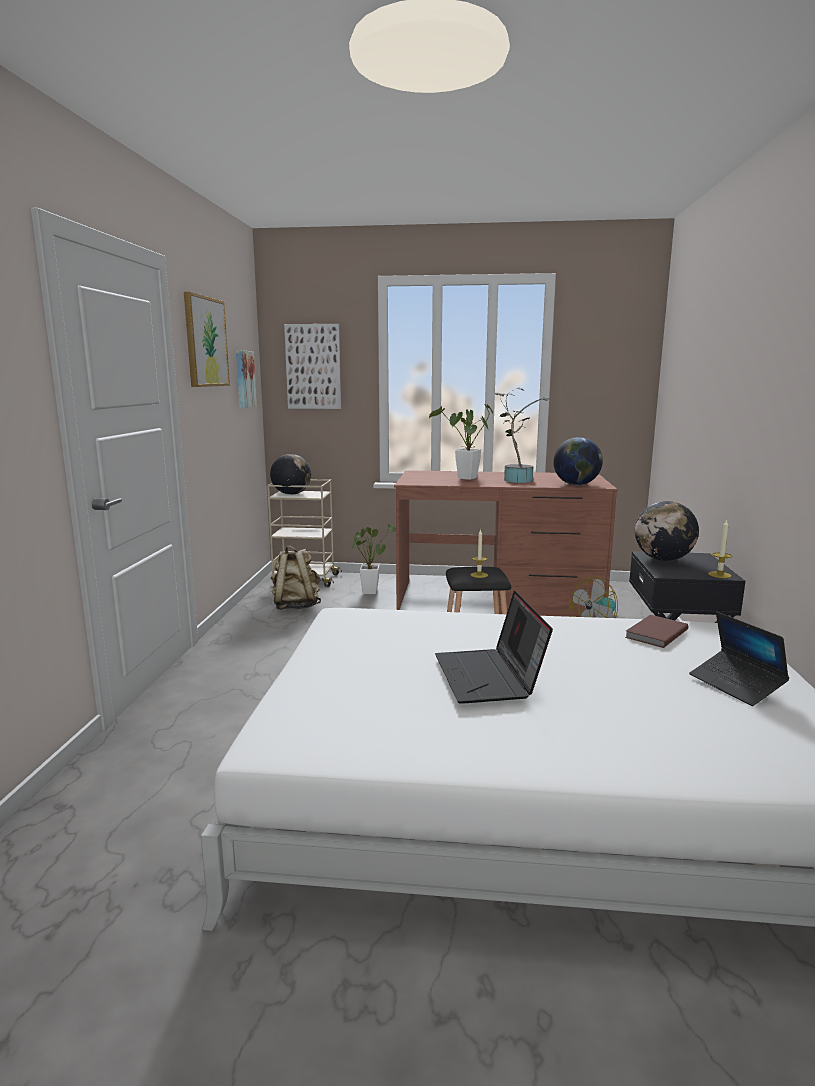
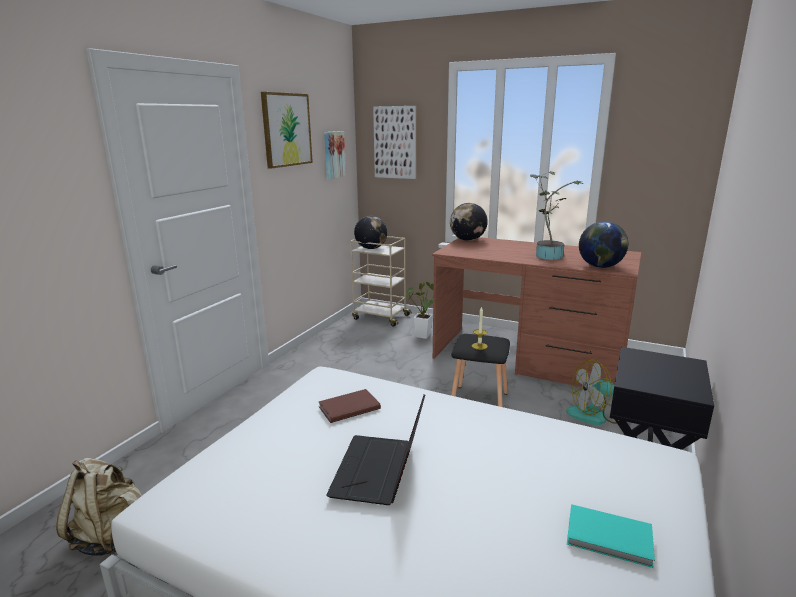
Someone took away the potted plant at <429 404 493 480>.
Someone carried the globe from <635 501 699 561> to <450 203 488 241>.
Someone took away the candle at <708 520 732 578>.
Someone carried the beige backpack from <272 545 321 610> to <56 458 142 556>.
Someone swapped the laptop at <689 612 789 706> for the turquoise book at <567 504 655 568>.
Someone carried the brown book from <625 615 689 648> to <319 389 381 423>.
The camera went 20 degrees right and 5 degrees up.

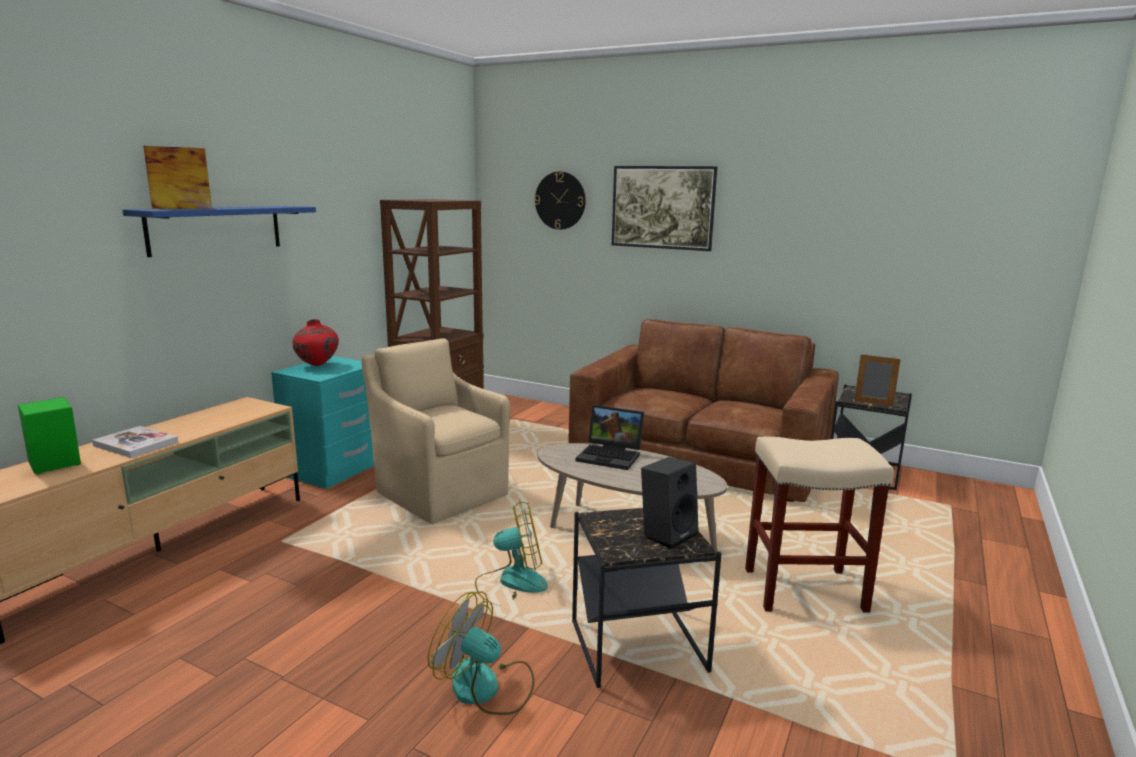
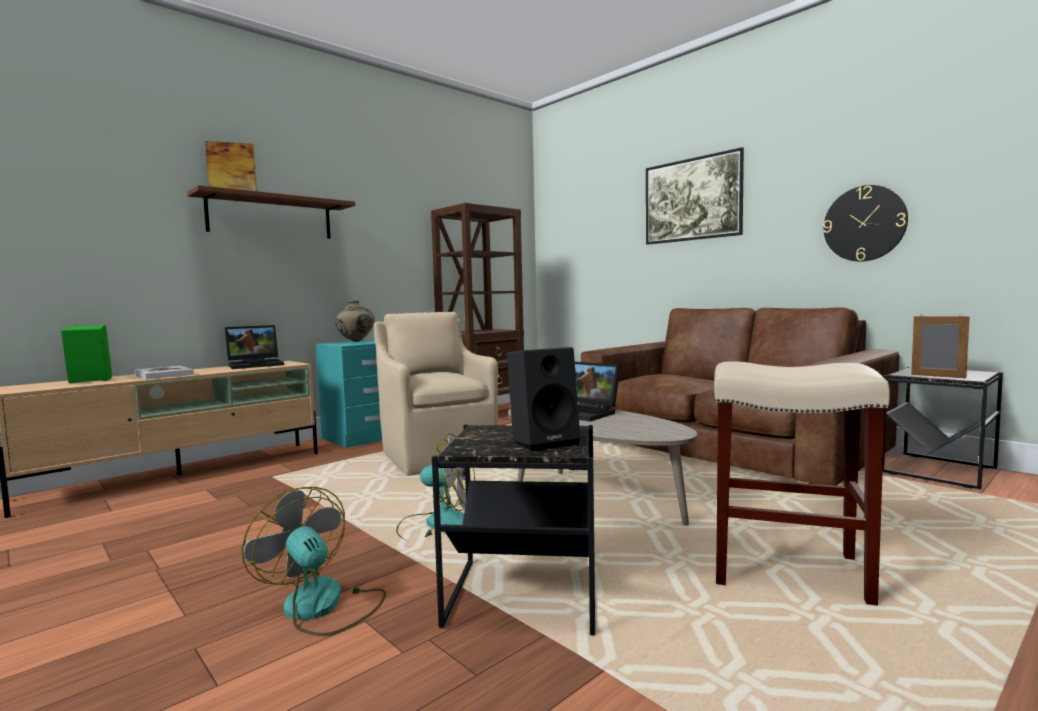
Someone carried the wall clock from <534 172 586 230> to <823 185 908 262>.
Someone repainted the blue shelf at <122 206 316 257>, which became the brown shelf at <187 185 355 239>.
Someone repainted the red vase at <292 319 339 366>, which became the beige vase at <335 301 375 342>.
Someone put down the laptop at <225 325 284 369>.
The camera went 20 degrees right and 10 degrees down.

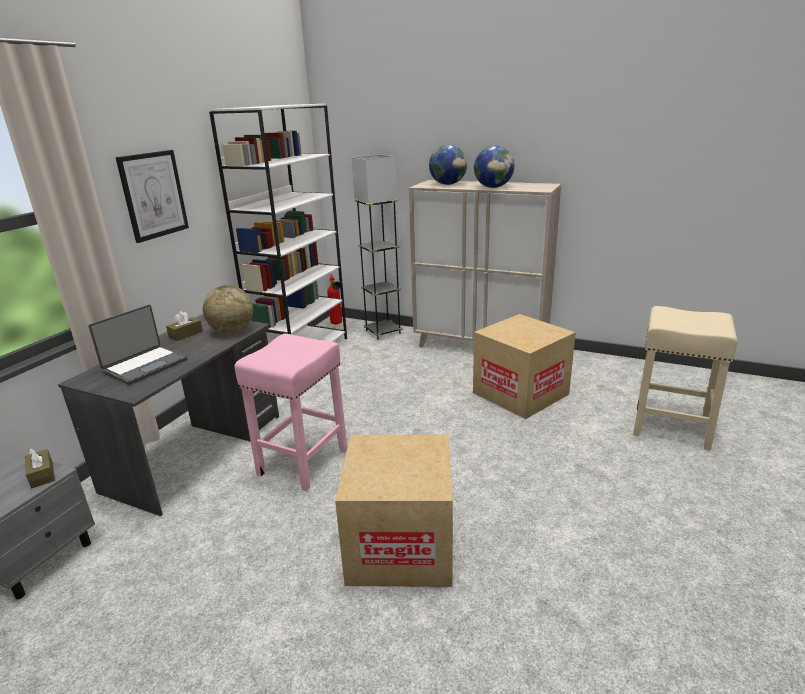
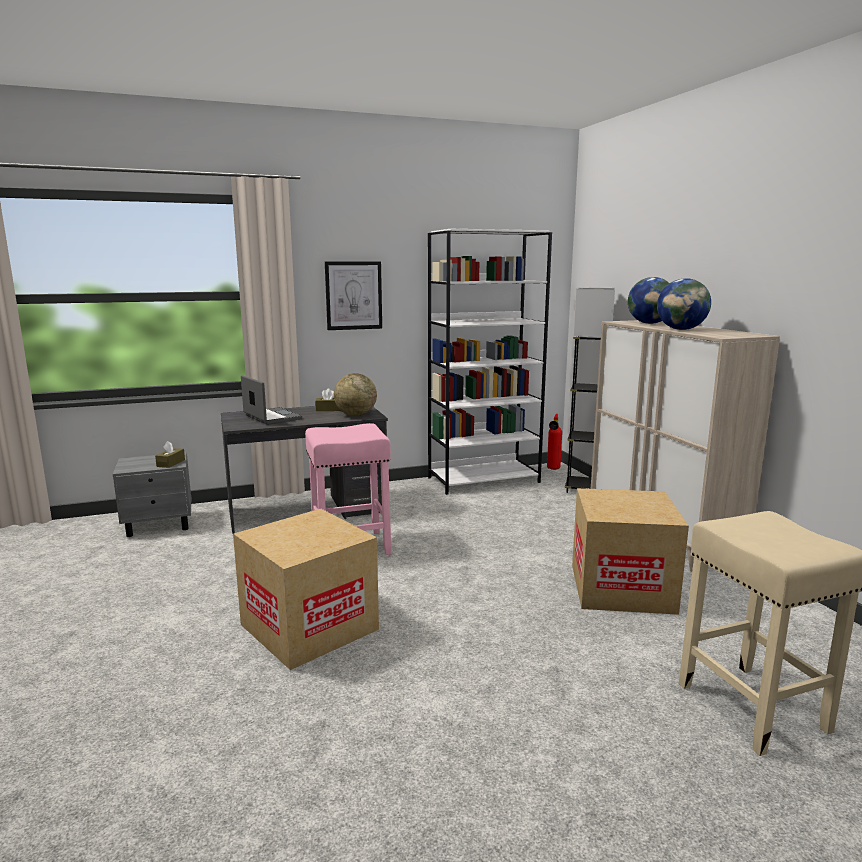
Someone rotated the laptop at <88 305 187 385> by 120 degrees counterclockwise.
The camera went 45 degrees right and 10 degrees down.

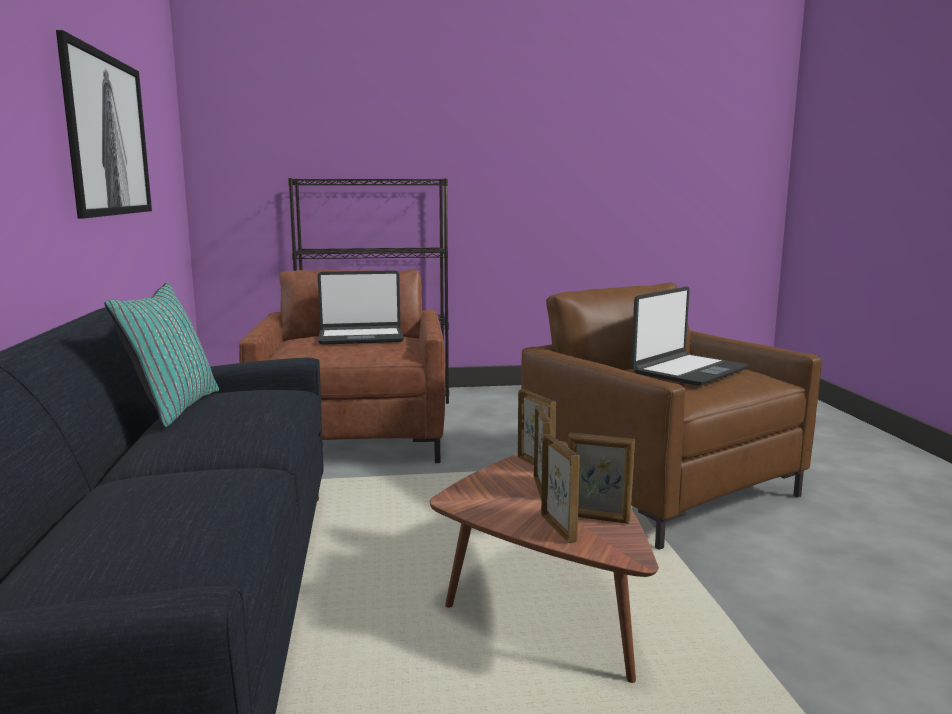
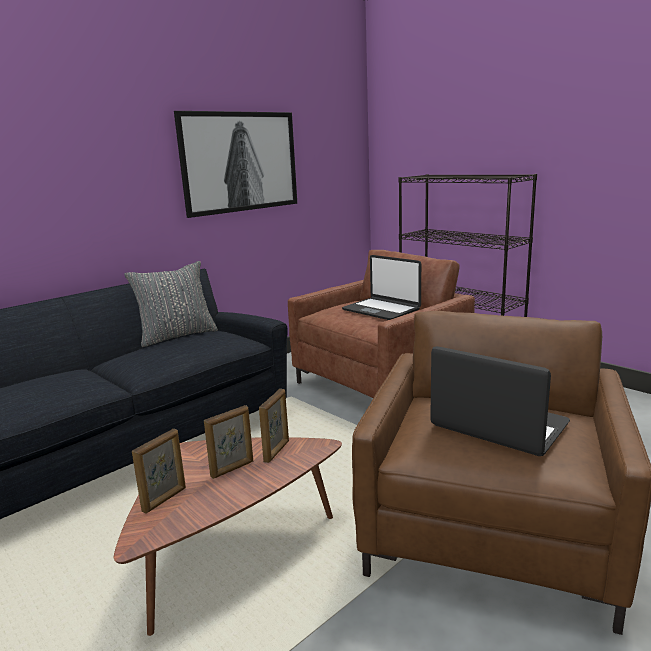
Someone repainted the turquoise pillow at <104 282 219 427>, which became the grey pillow at <124 261 218 347>.
Someone rotated the laptop at <631 287 749 386> by 150 degrees counterclockwise.
Someone took away the picture frame at <568 432 635 524>.
The camera went 55 degrees right and 5 degrees up.

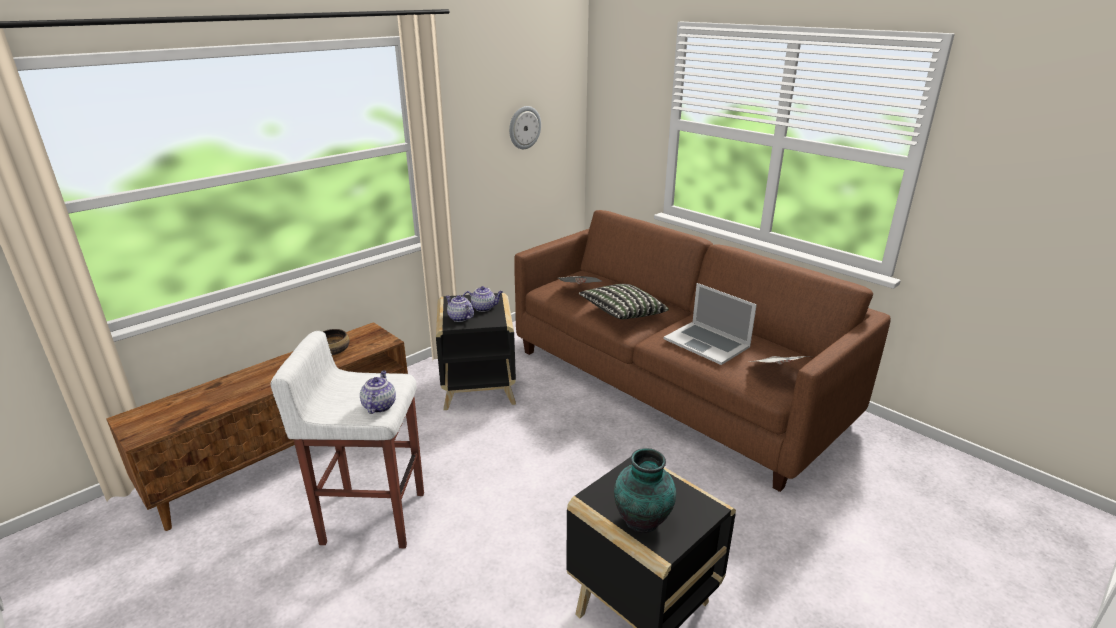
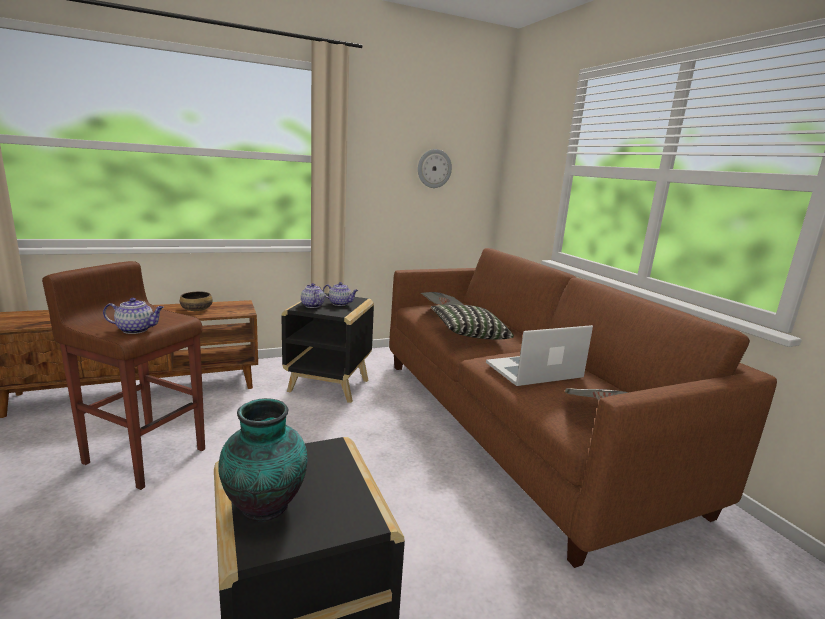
Someone rotated the laptop at <664 283 757 365> by 90 degrees clockwise.
Someone repainted the white stool at <271 331 424 549>, which became the brown stool at <42 261 205 490>.
Someone rotated the teapot at <360 371 396 414> by 60 degrees clockwise.
The camera went 20 degrees right and 10 degrees down.

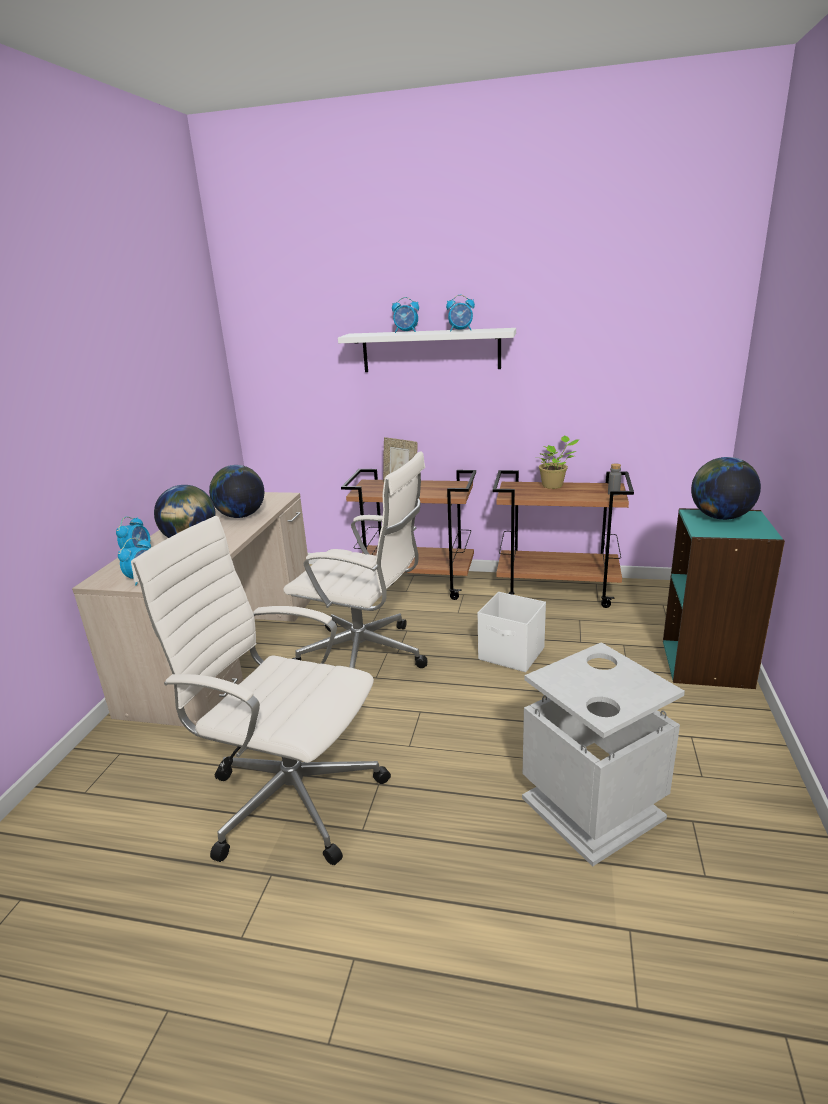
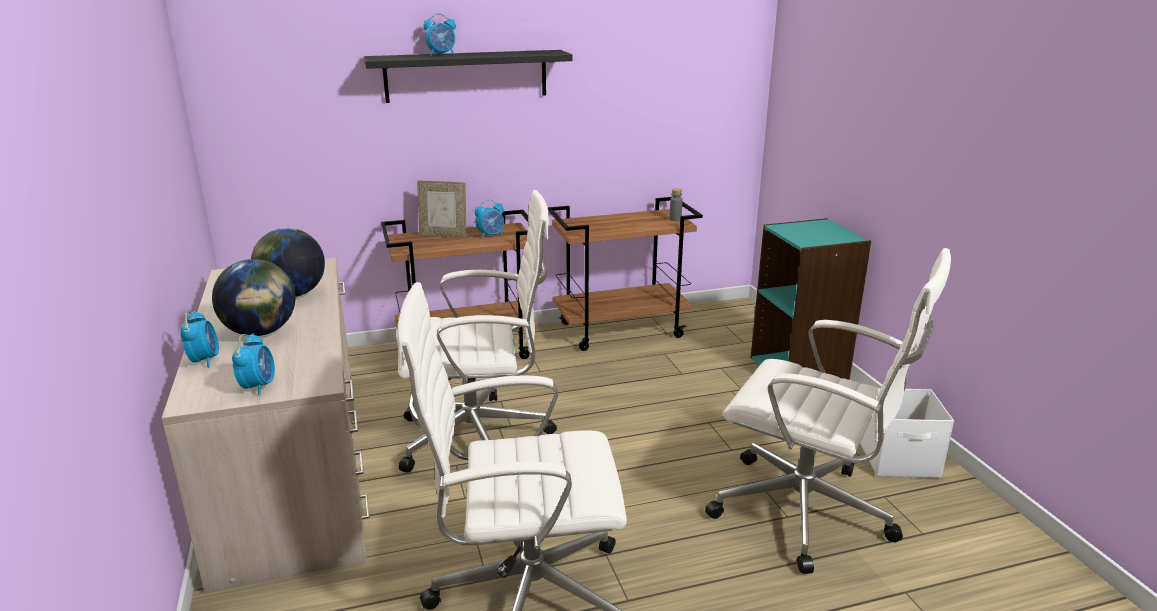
Someone carried the alarm clock from <446 295 475 331> to <474 200 504 239>.
Someone repainted the white shelf at <338 328 516 372>, which became the black shelf at <363 50 572 103>.
Someone took away the potted plant at <539 436 579 489>.
Someone took away the globe at <691 457 761 520>.
Someone carried the white storage box from <478 592 546 672> to <860 389 954 478>.
Someone swapped the grey trash can at <522 642 685 867> for the white office chair at <705 248 951 574>.
The camera went 30 degrees left and 0 degrees up.

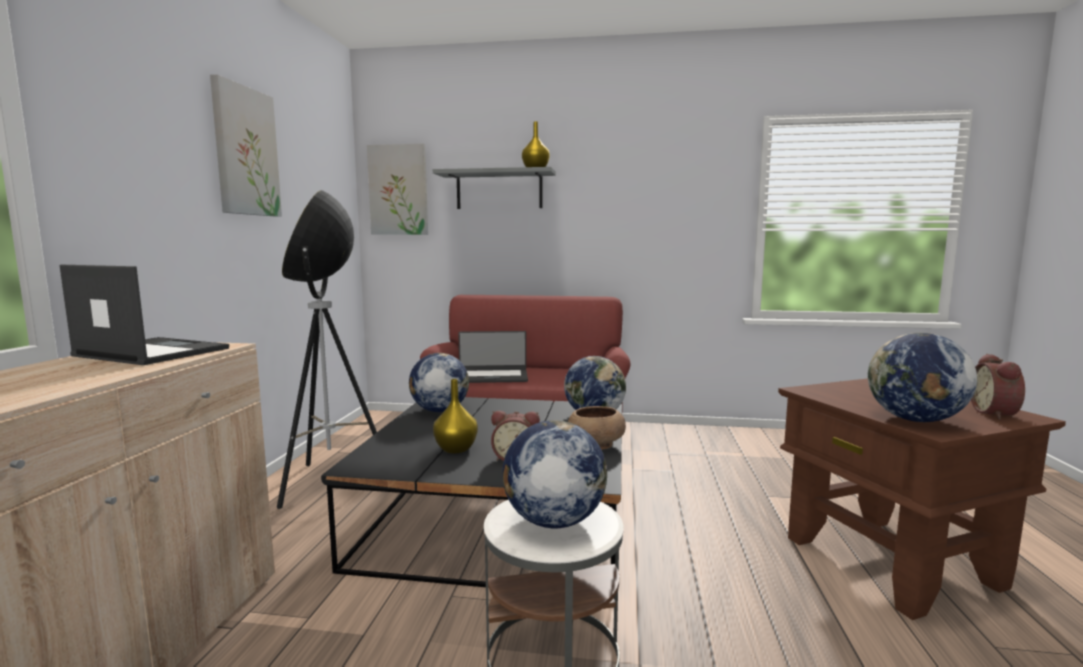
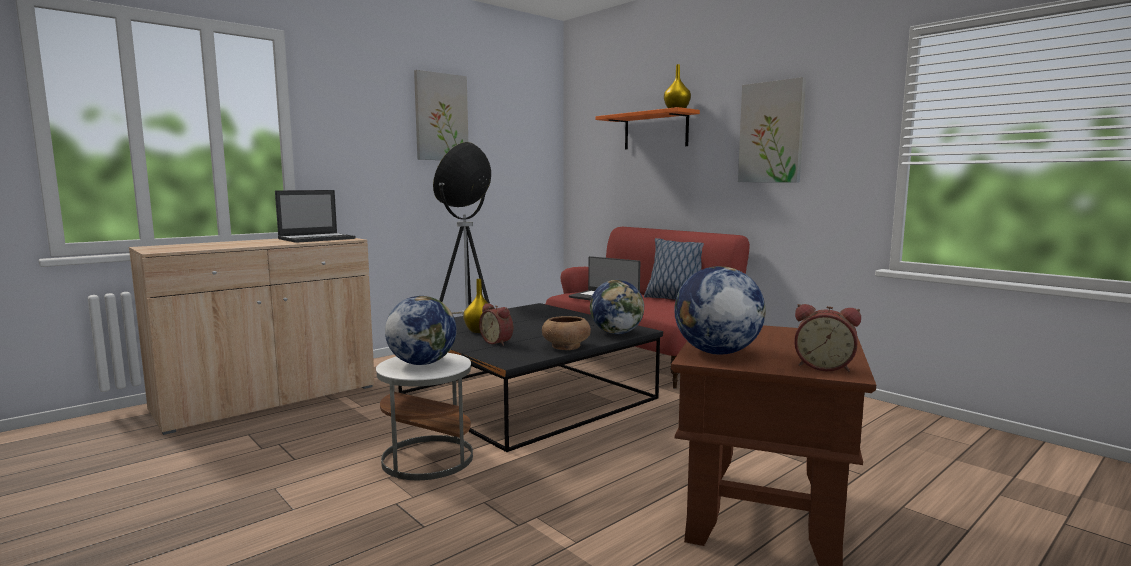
Someone carried the picture from <367 144 428 235> to <738 77 806 182>.
Someone repainted the grey shelf at <433 167 556 209>, which became the orange shelf at <596 107 700 149>.
Someone rotated the laptop at <59 265 229 365> by 75 degrees clockwise.
Someone took away the globe at <409 353 469 412>.
Someone rotated the alarm clock at <971 354 1025 419> by 120 degrees counterclockwise.
Someone put down the pillow at <644 238 704 300>.
The camera went 40 degrees right and 0 degrees up.

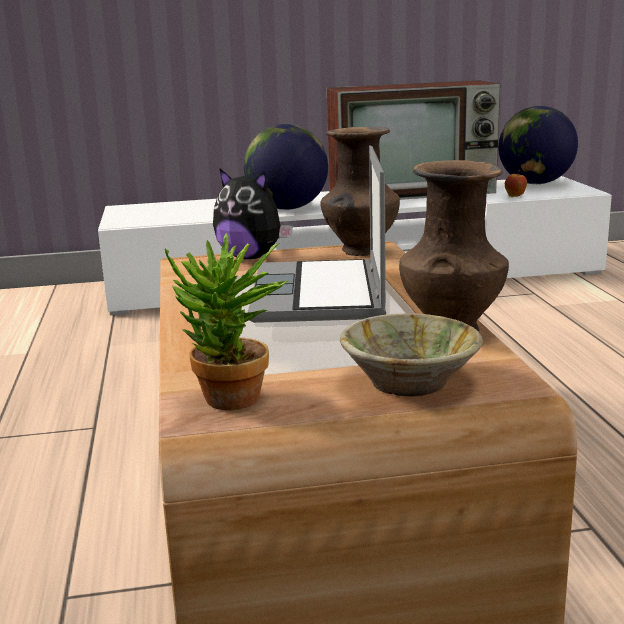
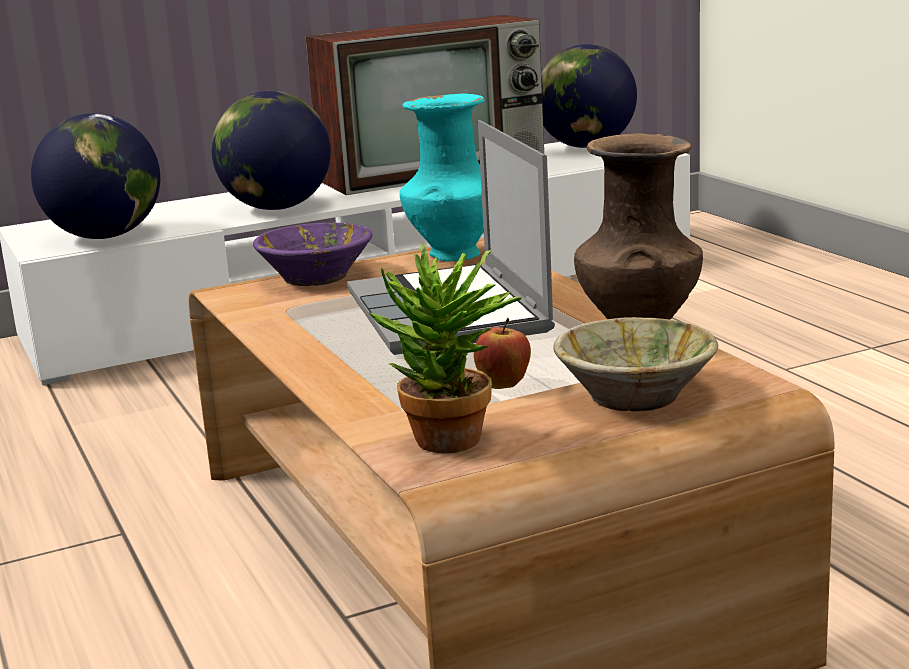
Someone repainted the brown vase at <321 127 400 256>, which became the turquoise vase at <400 93 484 261>.
Someone swapped the plush toy at <213 169 293 259> for the purple bowl at <253 223 373 286>.
Someone carried the apple from <505 170 527 197> to <474 318 531 389>.
Someone put down the globe at <31 113 160 239>.
The camera went 15 degrees left and 0 degrees up.

